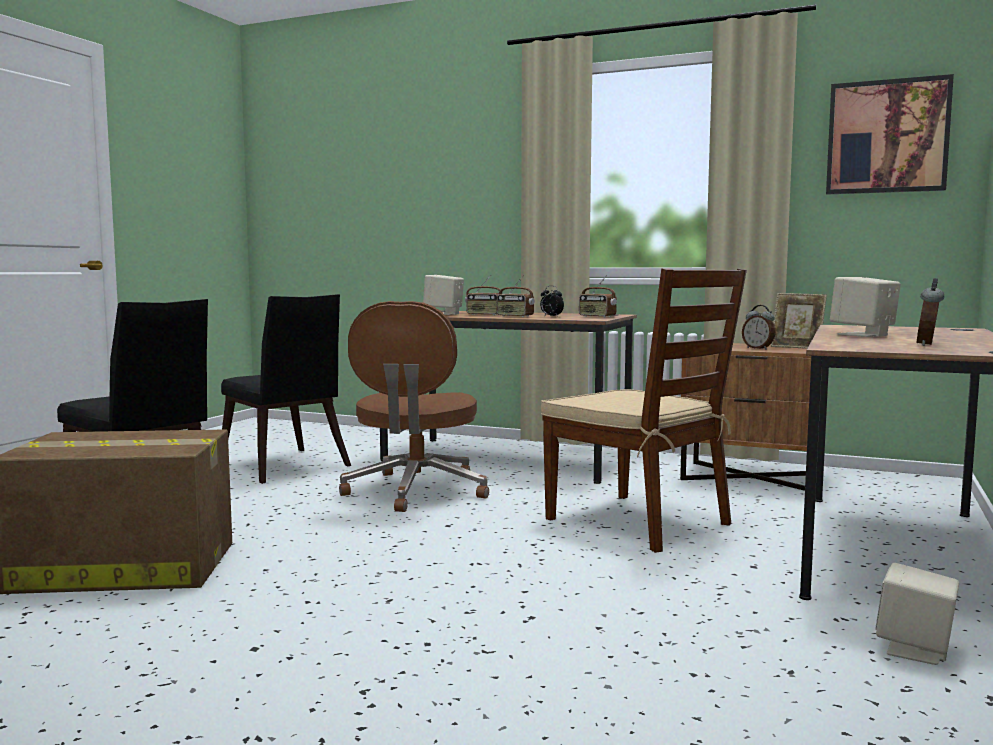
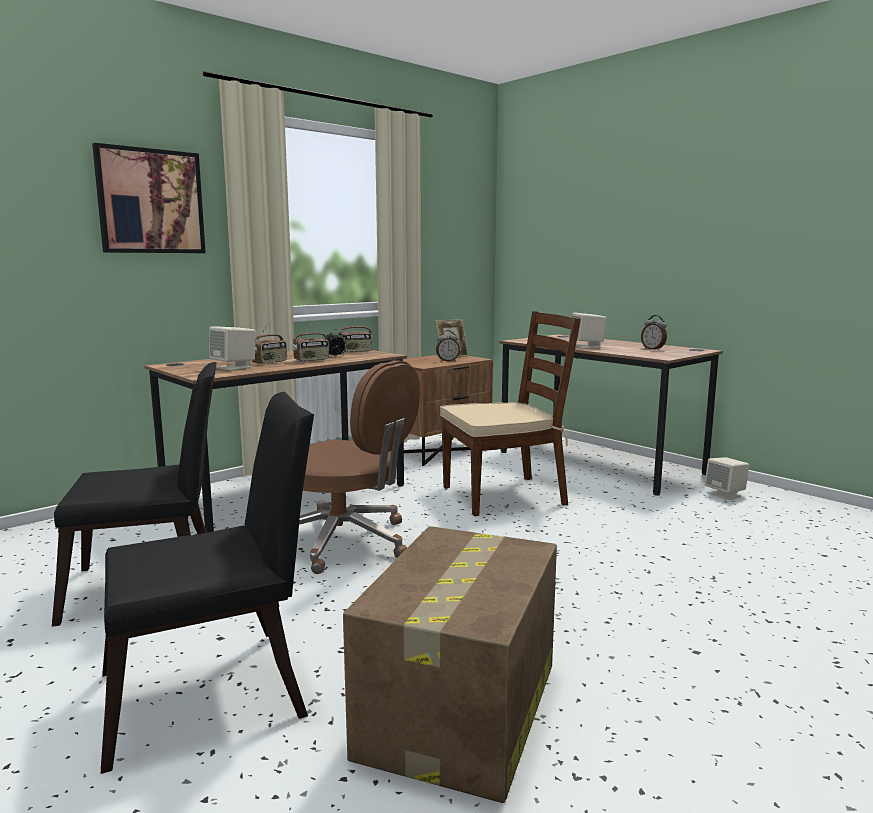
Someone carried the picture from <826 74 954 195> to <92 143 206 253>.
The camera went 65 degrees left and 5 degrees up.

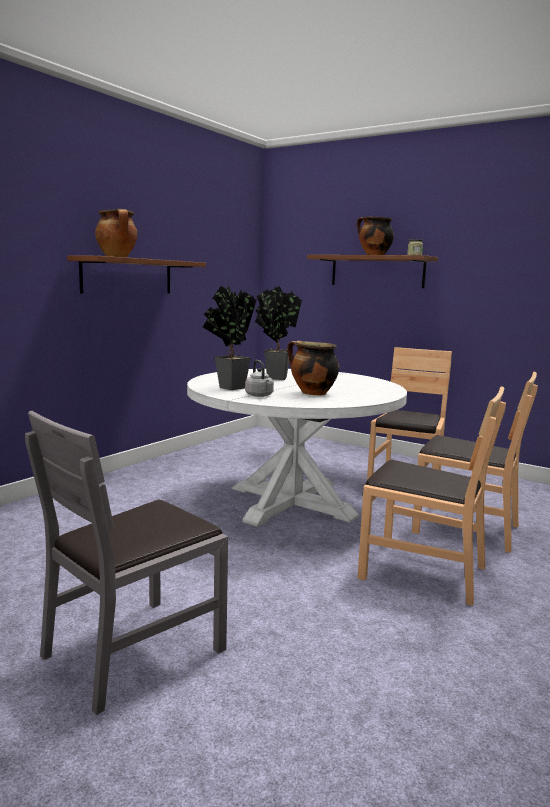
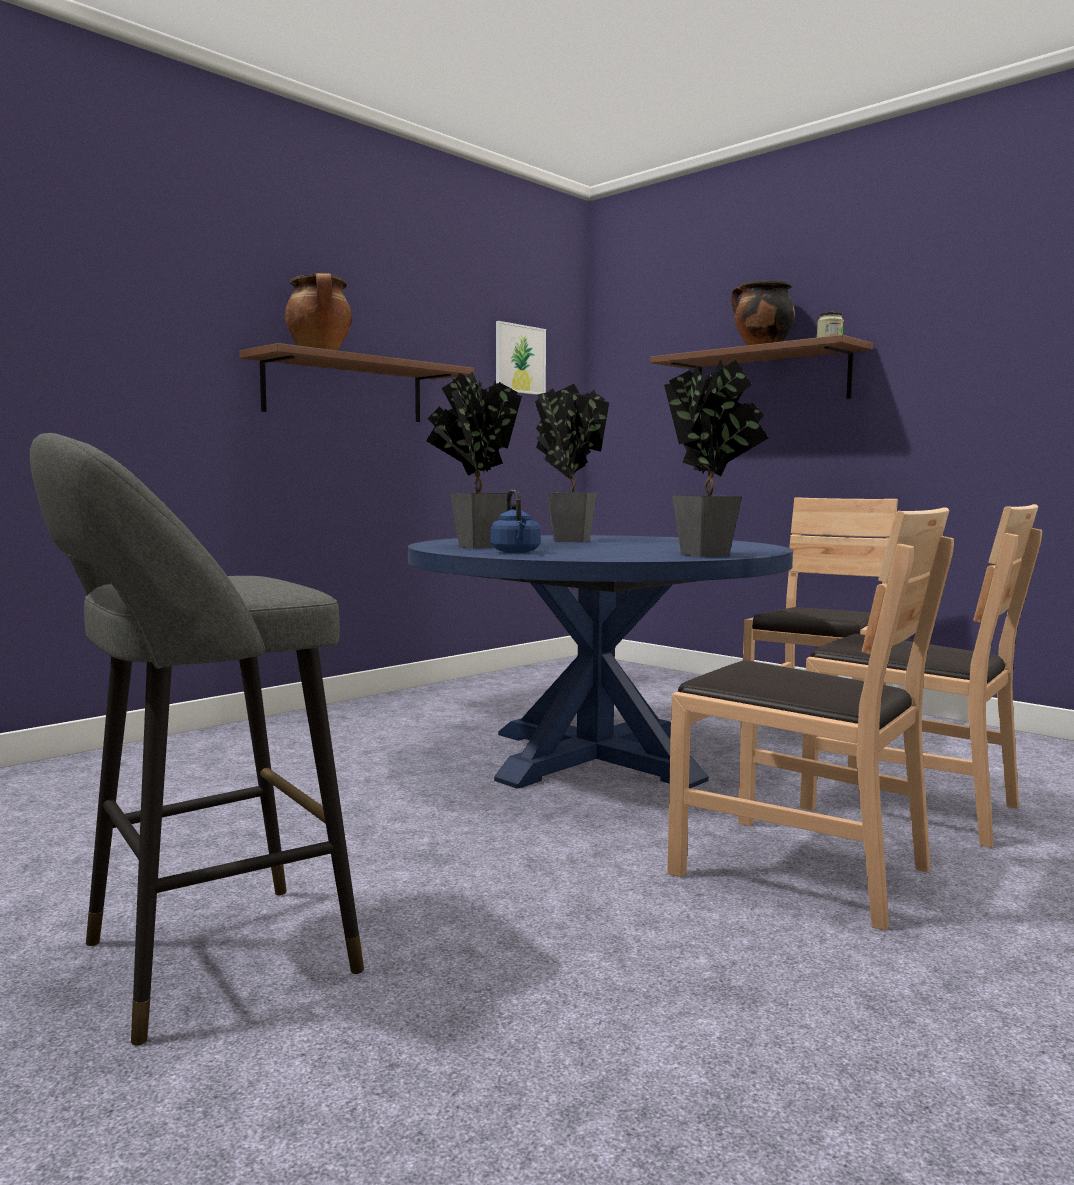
Someone took away the cooking pot at <287 341 339 395>.
Someone repainted the grey kettle at <245 360 274 397>, which became the blue kettle at <491 490 541 553>.
Someone repainted the white dining table at <187 369 407 527>, which became the blue dining table at <408 535 793 789>.
Someone swapped the grey chair at <25 411 228 715> for the grey stool at <30 433 364 1045>.
Someone put up the picture at <496 321 546 395>.
Someone put down the potted plant at <664 359 768 557>.
The camera went 10 degrees right and 5 degrees down.

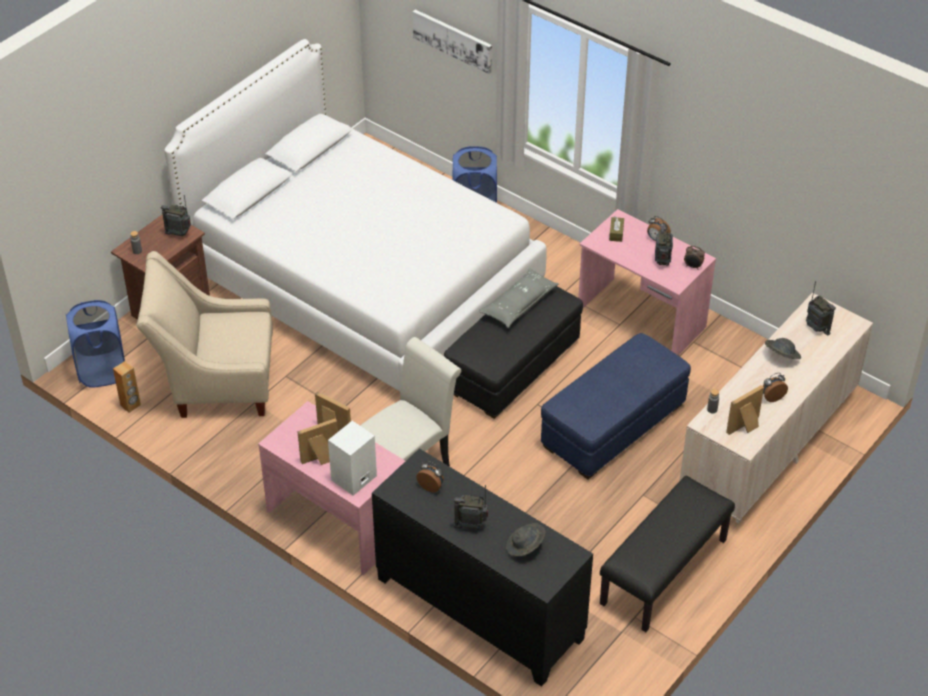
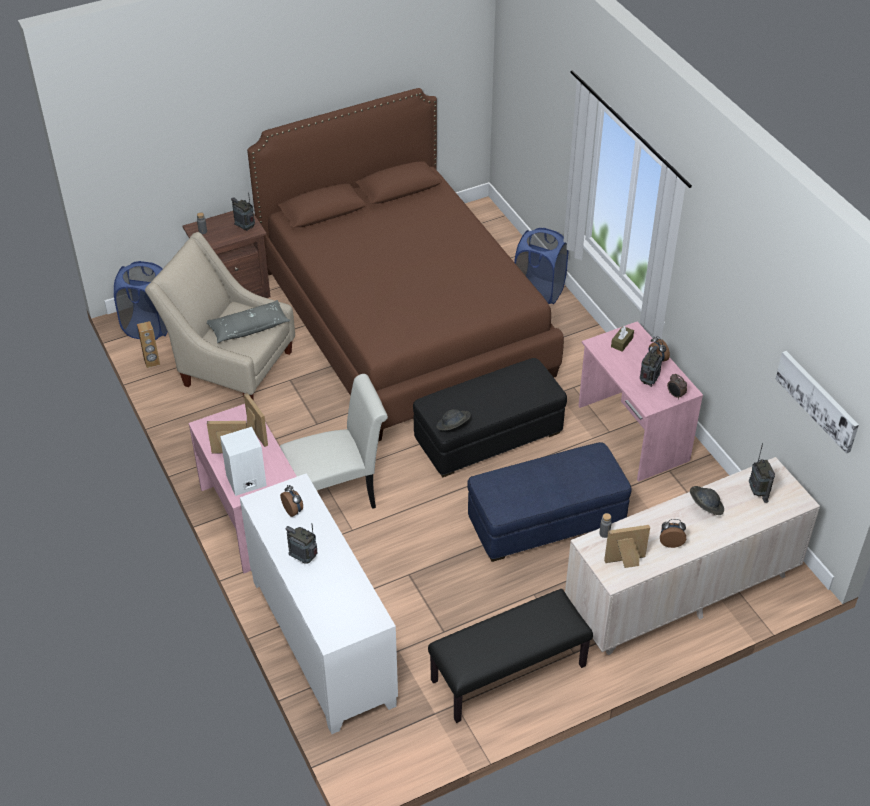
Someone carried the picture from <413 9 492 74> to <776 351 859 454>.
Someone repainted the white bed at <164 39 547 391>, which became the brown bed at <247 88 564 441>.
Someone carried the grey pillow from <478 268 559 328> to <207 300 290 343>.
Someone repainted the black cabinet at <372 448 593 687>, which became the white cabinet at <240 473 398 734>.
Someone carried the grey hat from <506 523 546 556> to <437 409 471 431>.
The camera went 25 degrees right and 0 degrees up.

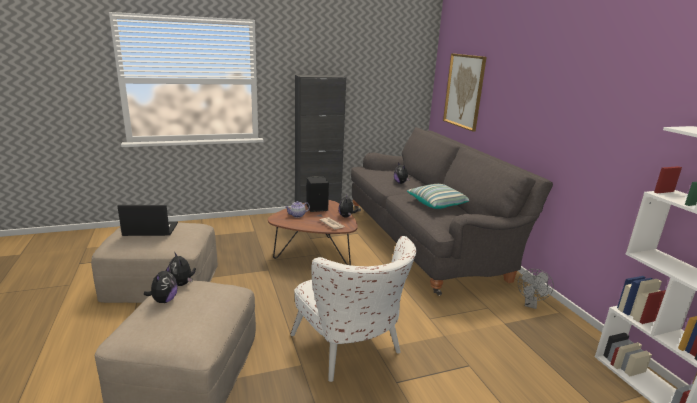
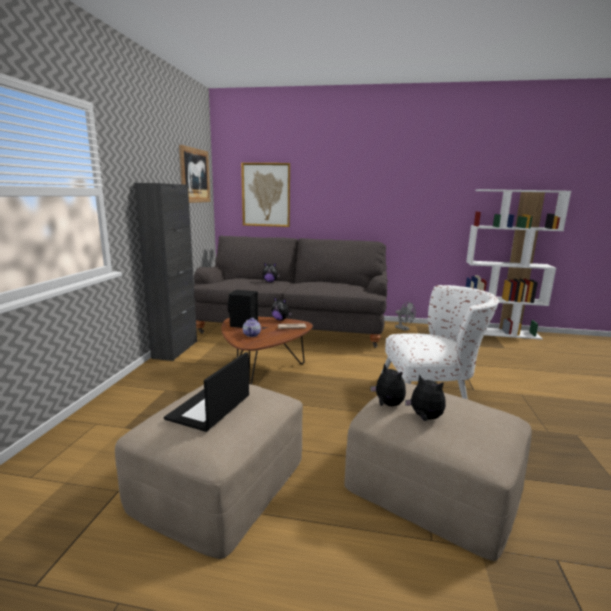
Someone took away the pillow at <407 184 469 209>.
Someone rotated the plush toy at <169 253 196 286> by 120 degrees counterclockwise.
Someone put up the picture at <179 145 210 203>.
The camera went 60 degrees left and 5 degrees down.

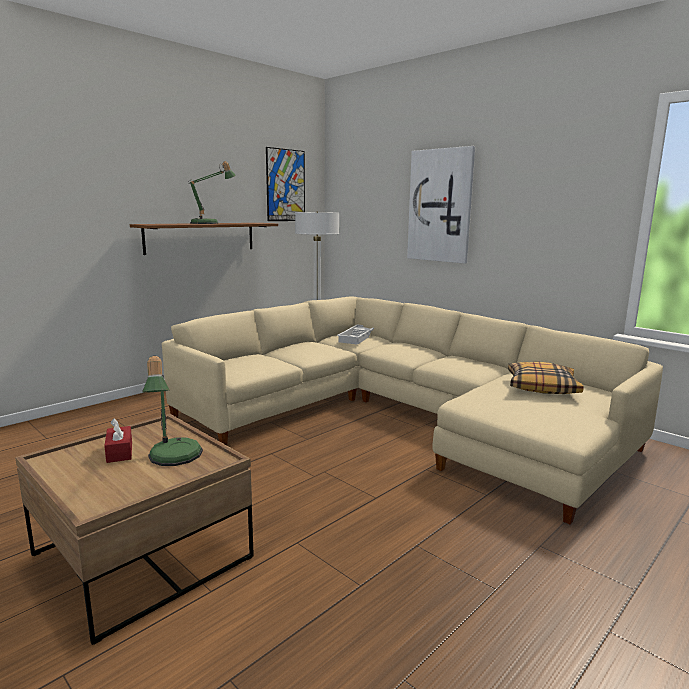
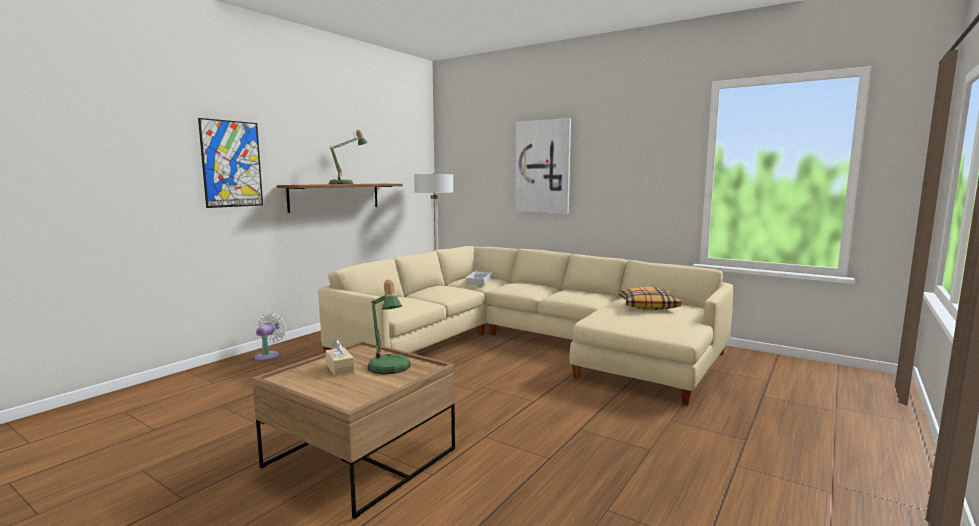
Someone carried the picture from <266 147 305 221> to <198 118 263 208>.
Someone repainted the red tissue box at <104 419 132 463>, which became the beige tissue box at <326 339 354 376>.
Someone put down the white fan at <254 312 286 361>.
The camera went 10 degrees left and 5 degrees down.

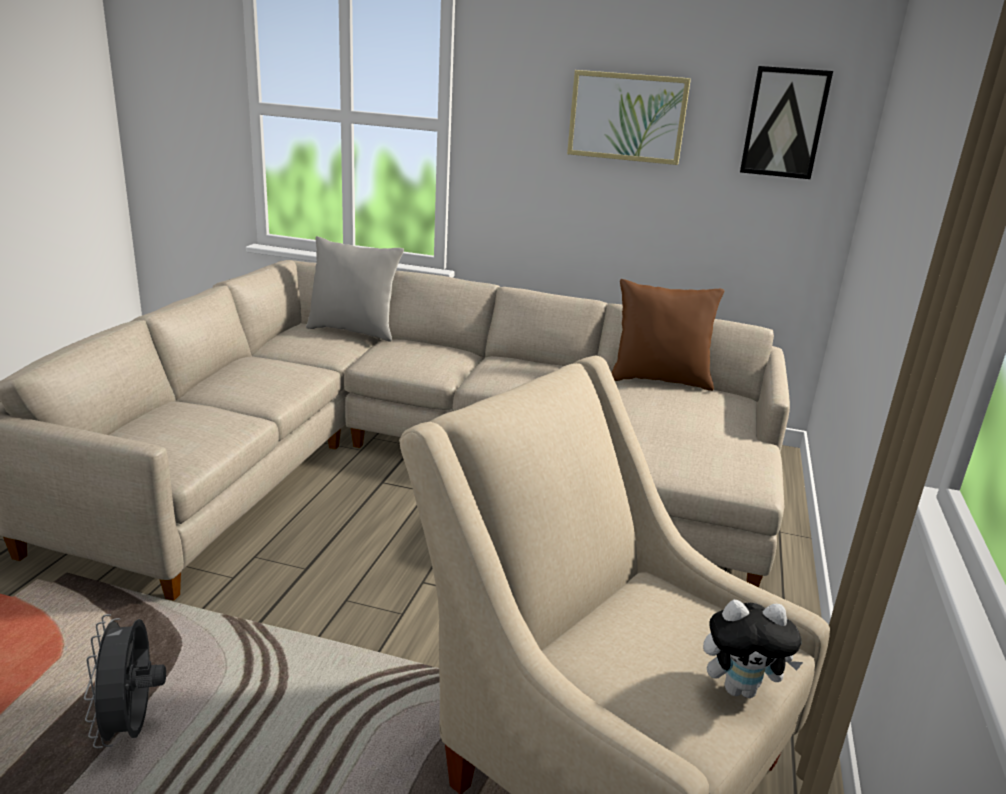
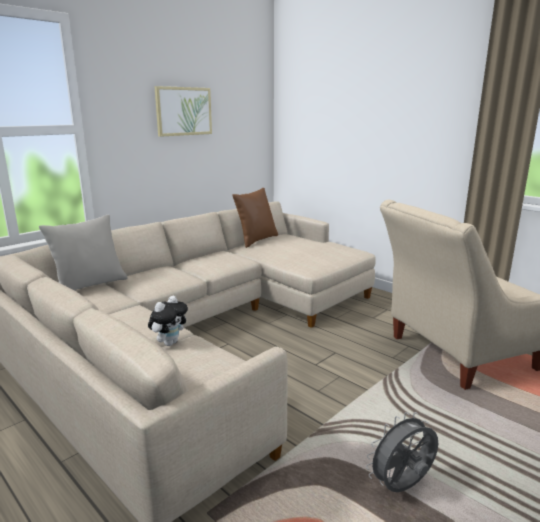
Someone took away the picture at <740 66 833 179>.
Someone carried the plush toy from <703 600 803 698> to <148 296 188 346>.
Someone rotated the grey fan at <84 614 166 748> by 135 degrees clockwise.
The camera went 60 degrees left and 5 degrees down.

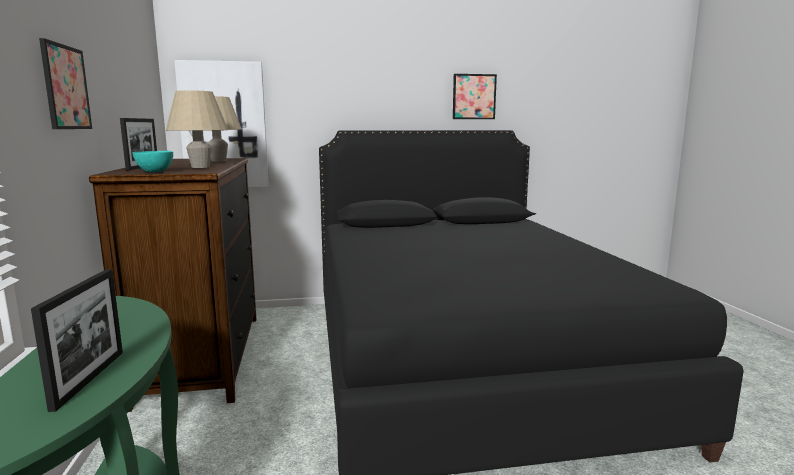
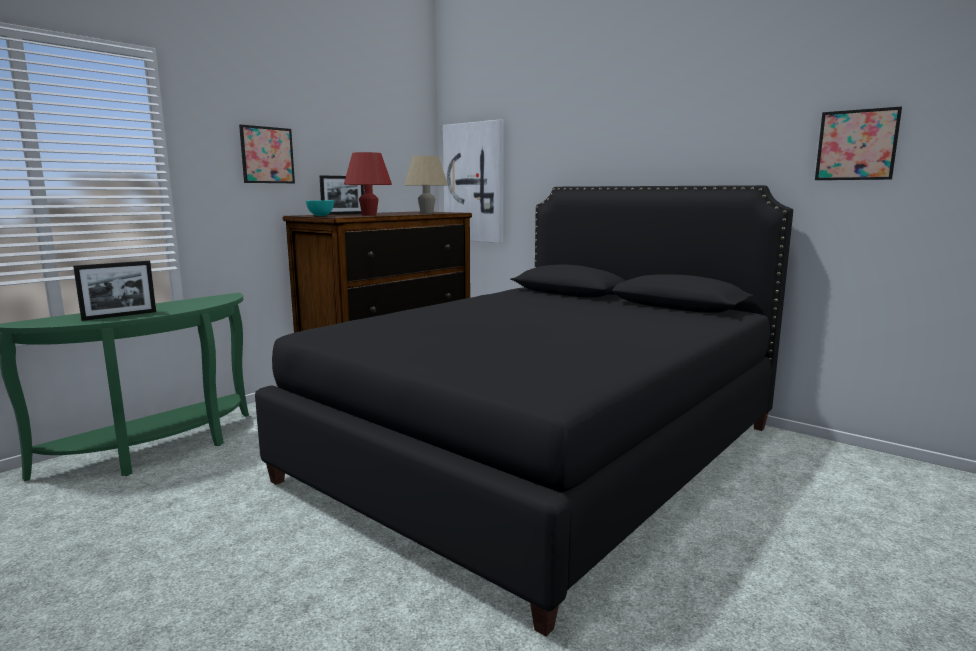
Someone carried the picture from <453 74 497 119> to <815 106 902 180>.
Someone repainted the beige table lamp at <166 90 228 168>, which became the red table lamp at <344 152 392 216>.
The camera went 50 degrees right and 0 degrees up.

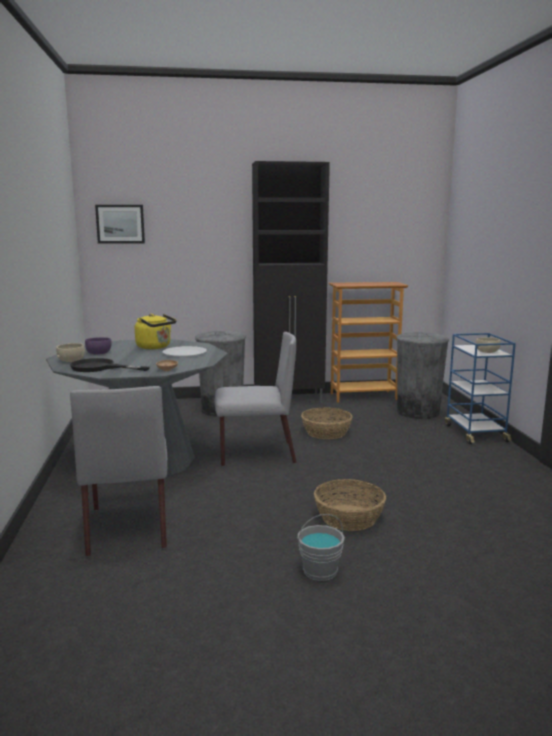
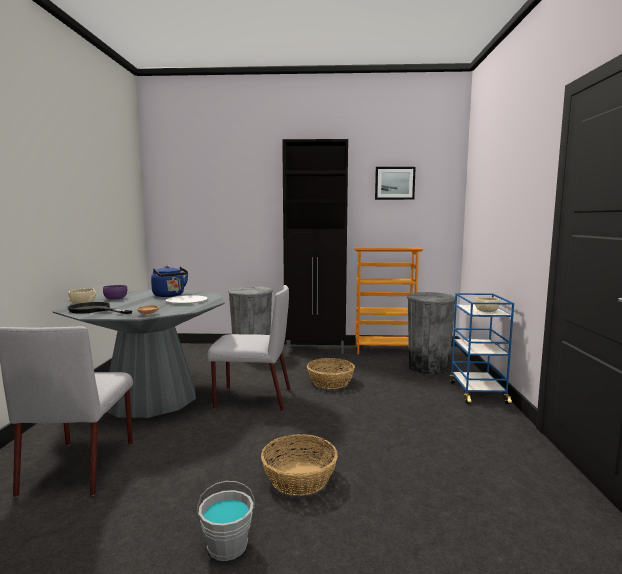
Someone carried the picture from <95 205 145 244> to <375 167 416 200>.
Someone repainted the yellow kettle at <135 314 176 349>, which became the blue kettle at <151 266 188 297>.
The camera went 10 degrees right and 5 degrees down.

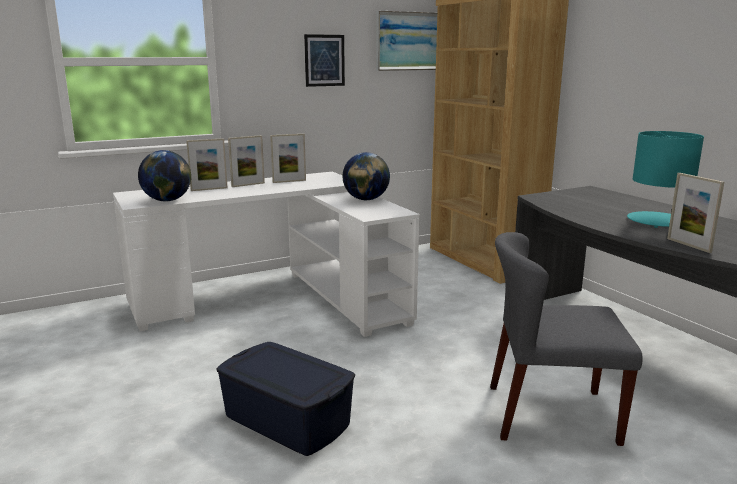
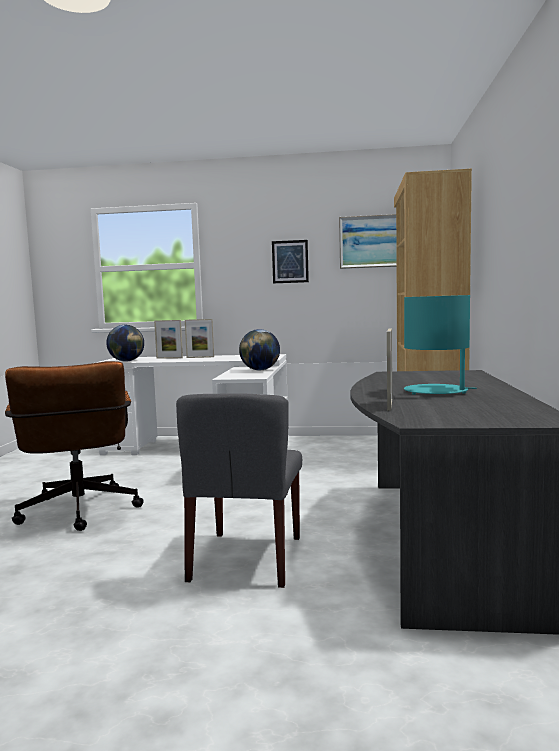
Someone took away the picture frame at <270 134 306 183>.
Someone rotated the grey chair at <490 232 643 446> by 120 degrees counterclockwise.
Someone swapped the blue storage box at <216 342 355 456> for the brown office chair at <5 361 144 531>.
The camera went 35 degrees right and 10 degrees down.

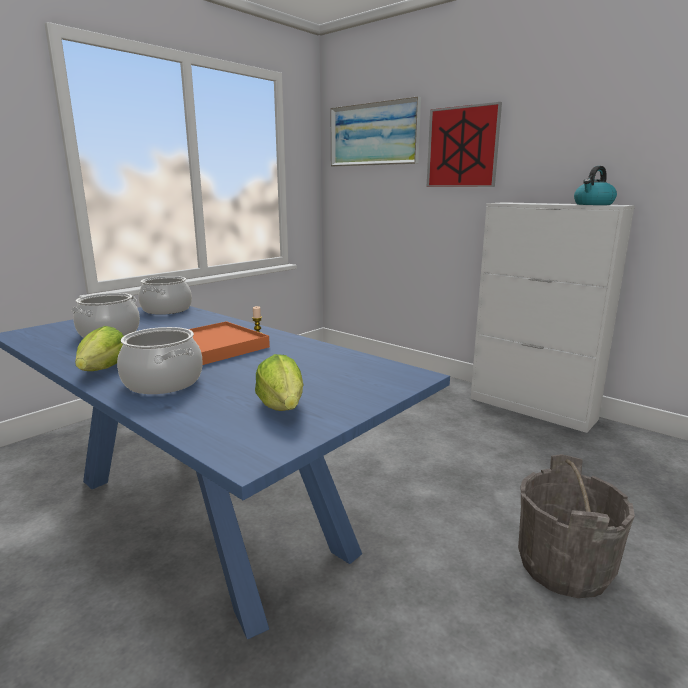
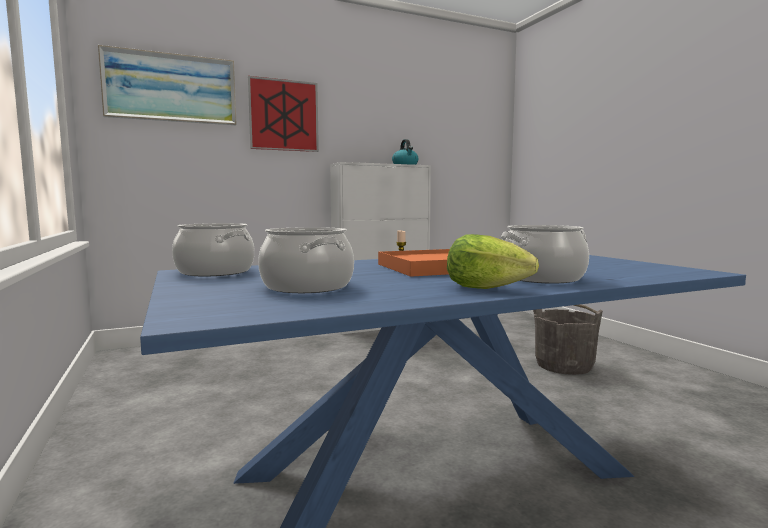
Someone took away the lettuce at <255 354 303 411>.
The camera went 65 degrees left and 10 degrees down.

